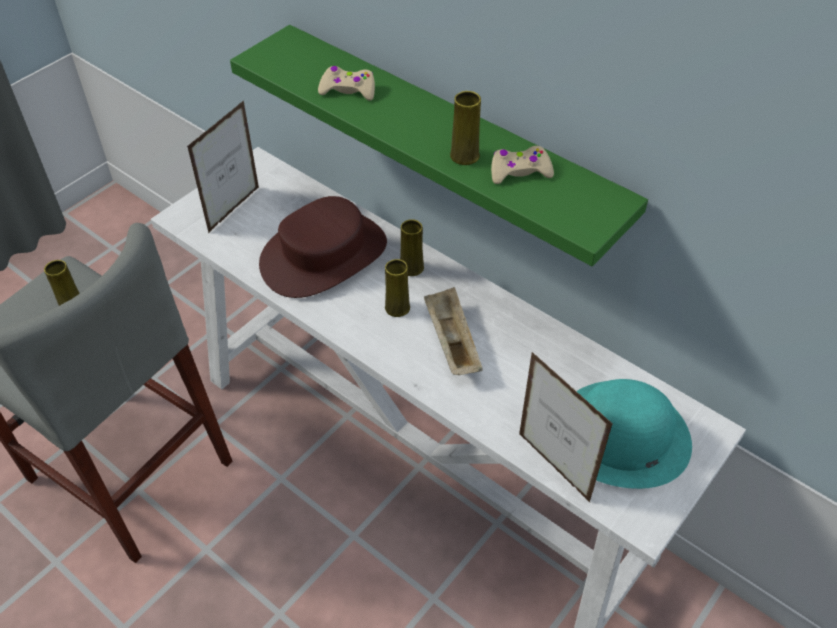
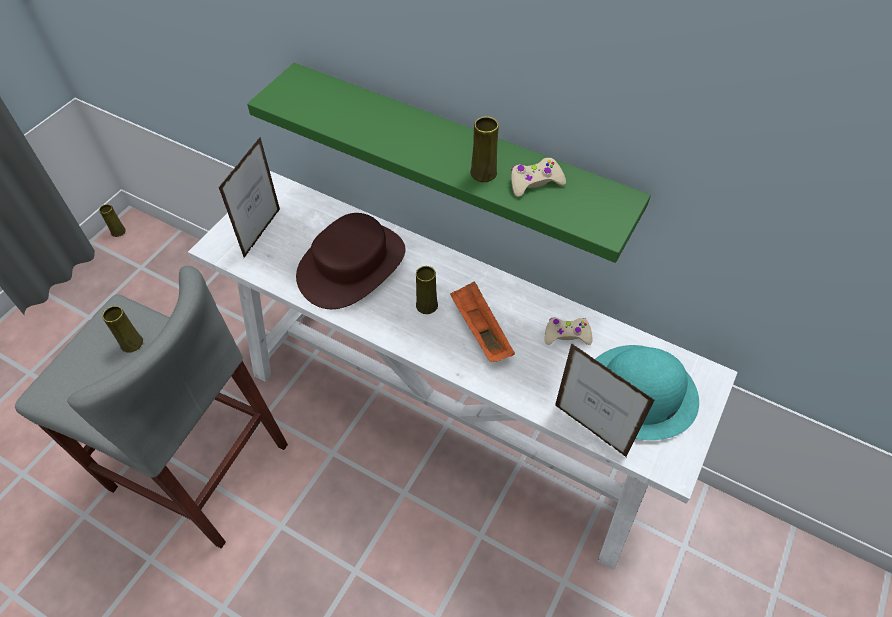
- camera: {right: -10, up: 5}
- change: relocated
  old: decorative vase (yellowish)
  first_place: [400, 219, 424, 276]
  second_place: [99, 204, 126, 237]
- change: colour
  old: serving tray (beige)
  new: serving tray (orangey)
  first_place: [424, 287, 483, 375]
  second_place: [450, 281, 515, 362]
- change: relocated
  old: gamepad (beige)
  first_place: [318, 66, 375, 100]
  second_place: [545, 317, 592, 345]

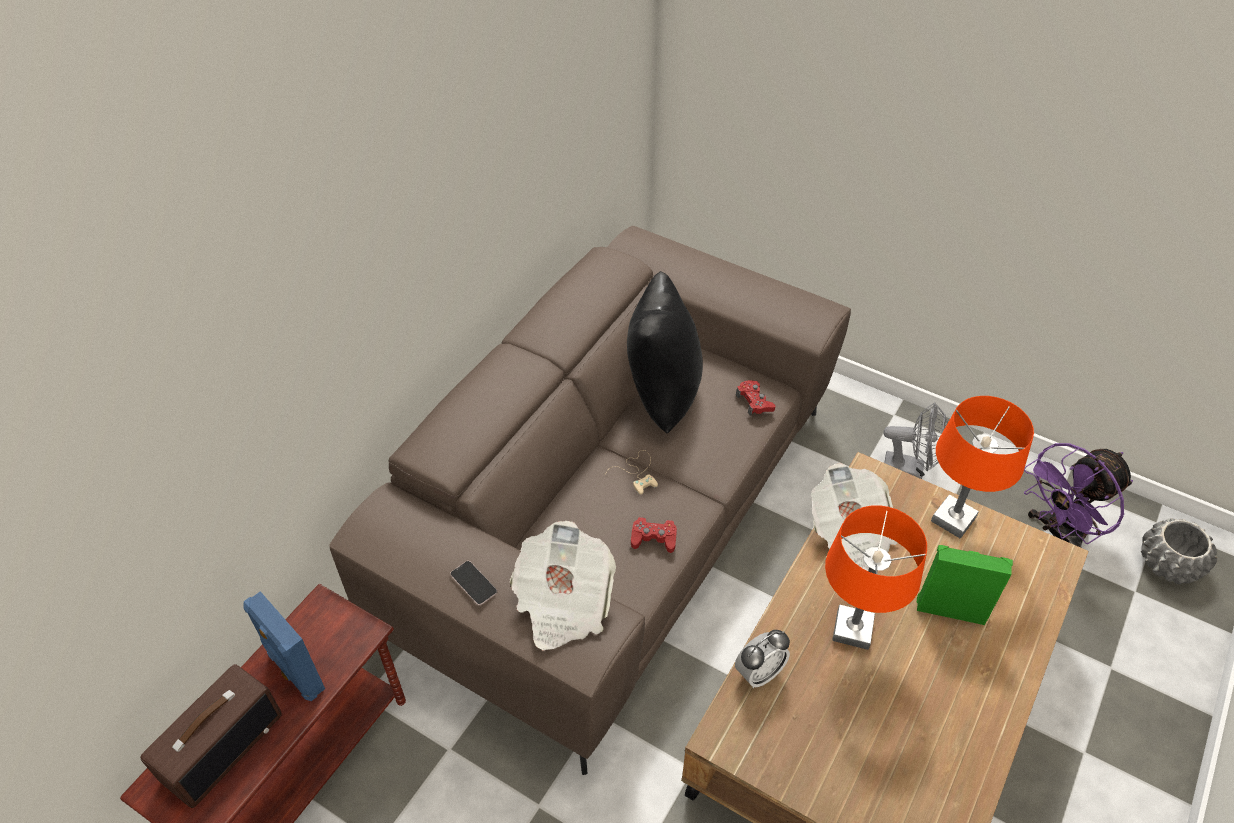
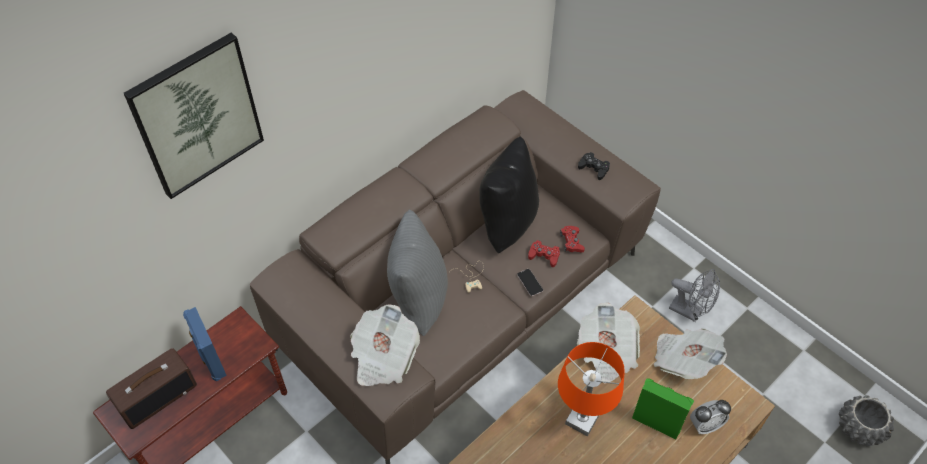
- camera: {right: 15, up: 5}
- change: appeared
  new: wall picture
  second_place: [124, 33, 264, 199]
- change: appeared
  new: throw pillow (gray)
  second_place: [387, 210, 448, 336]
- change: relocated
  old: handset
  first_place: [450, 561, 497, 605]
  second_place: [517, 269, 543, 296]
- change: relocated
  old: gamepad (red-coloured)
  first_place: [631, 517, 677, 553]
  second_place: [528, 240, 560, 267]
- change: appeared
  new: gamepad (blackish)
  second_place: [578, 152, 610, 180]
- change: exchanged
  old: lamp for a table (orangey)
  new: daily paper
  first_place: [931, 396, 1034, 539]
  second_place: [654, 329, 727, 379]
- change: relocated
  old: table clock
  first_place: [735, 630, 790, 688]
  second_place: [690, 400, 731, 434]
- change: missing
  old: cooling fan (purple-coloured)
  first_place: [1024, 443, 1133, 548]

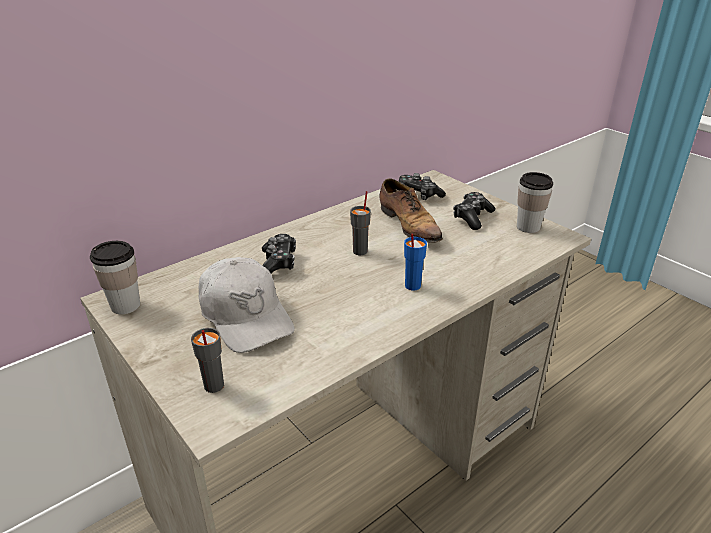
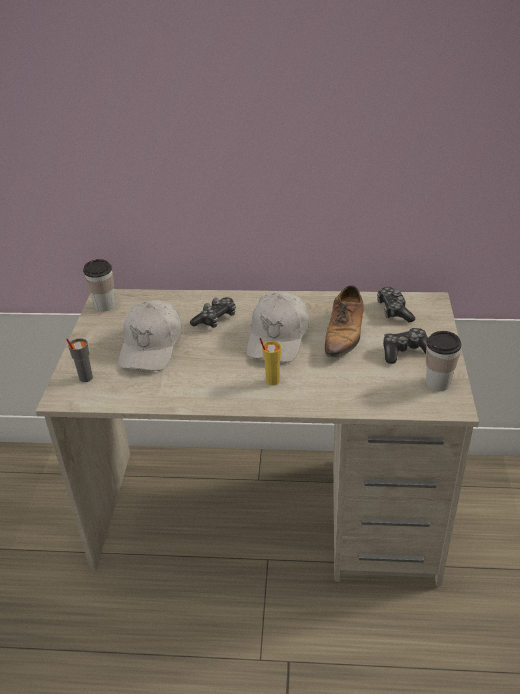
- camera: {right: 45, up: 5}
- change: exchanged
  old: cup (gray)
  new: cap (white)
  first_place: [350, 191, 371, 255]
  second_place: [246, 292, 309, 362]
- change: colour
  old: cup (blue-coloured)
  new: cup (yellowish)
  first_place: [404, 233, 427, 290]
  second_place: [259, 338, 281, 386]

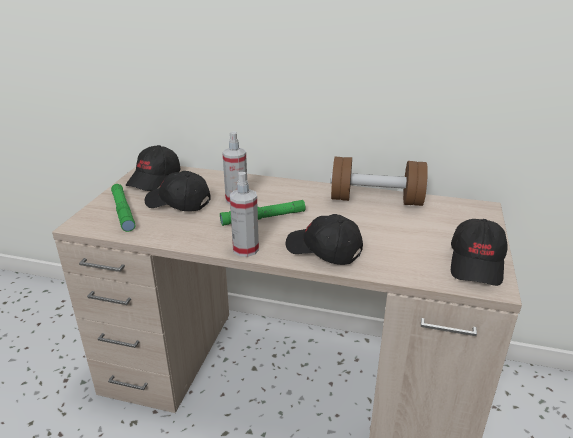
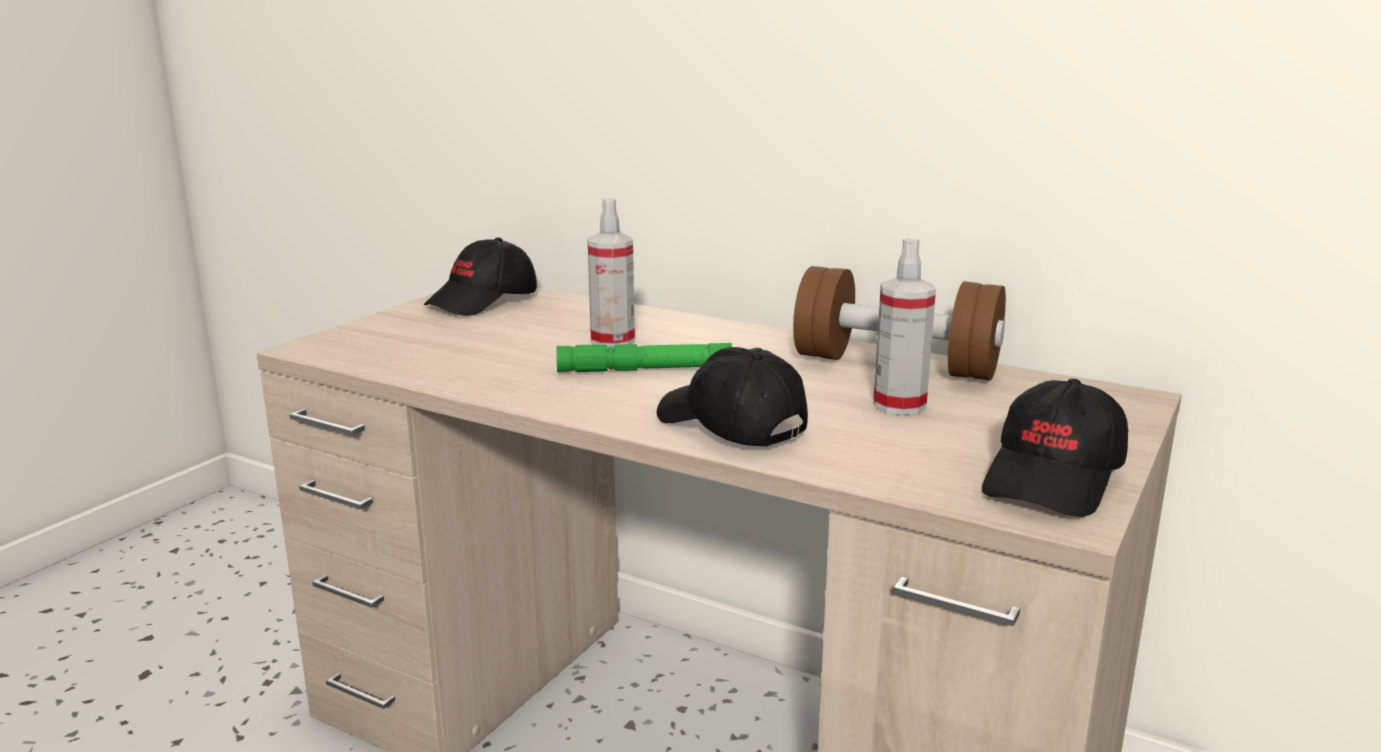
- camera: {right: 15, up: -10}
- change: relocated
  old: spray bottle
  first_place: [230, 172, 259, 257]
  second_place: [873, 238, 936, 415]
- change: missing
  old: torch (green-coloured)
  first_place: [111, 184, 135, 232]
- change: missing
  old: cap (blackish)
  first_place: [145, 171, 211, 211]

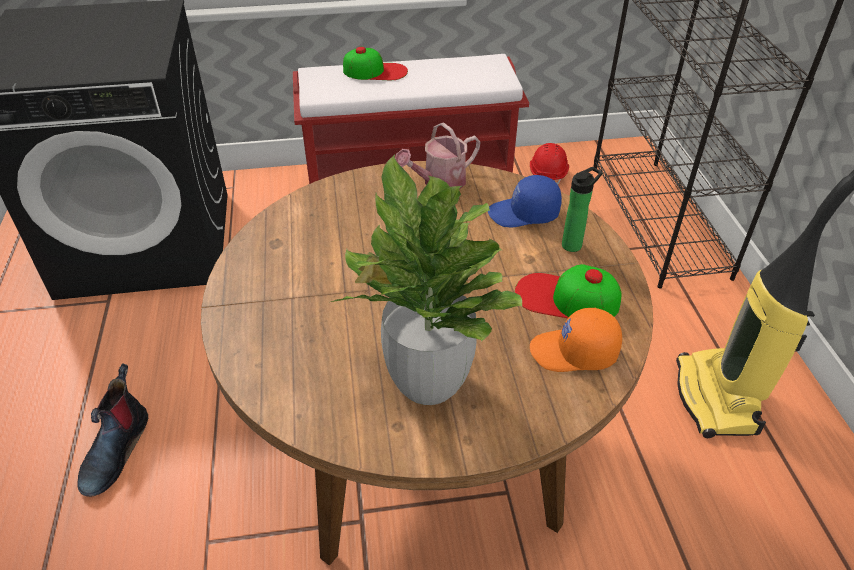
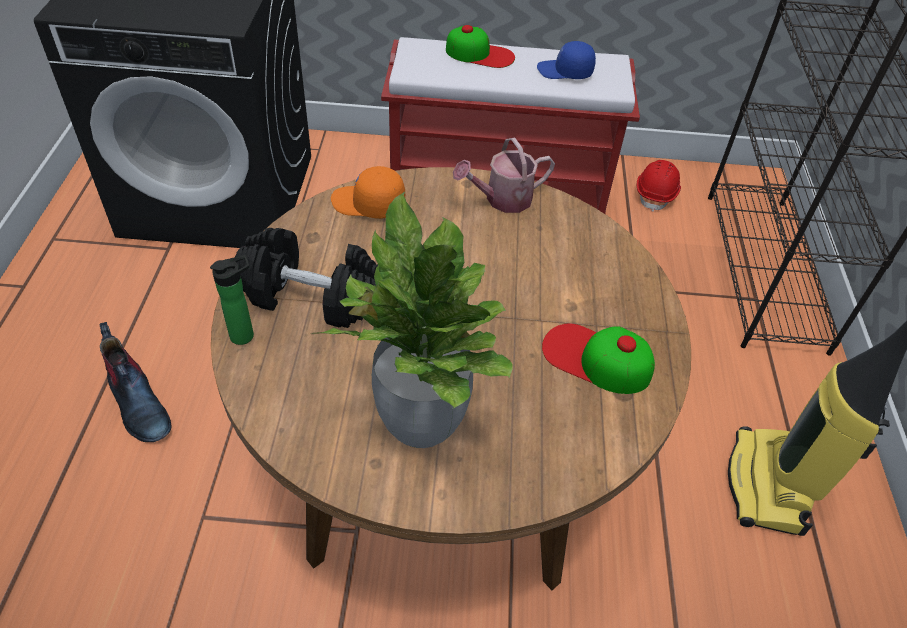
- camera: {right: 10, up: 5}
- change: spun
  old: tall boot
  first_place: [77, 363, 148, 497]
  second_place: [99, 322, 171, 442]
  degrees: -60
- change: relocated
  old: bottle
  first_place: [562, 167, 602, 252]
  second_place: [210, 255, 254, 345]
- change: appeared
  new: hand weight (blackish)
  second_place: [235, 228, 378, 328]
- change: relocated
  old: cap (orangey)
  first_place: [530, 308, 622, 372]
  second_place: [331, 166, 405, 219]
- change: relocated
  old: cap (blue-coloured)
  first_place: [488, 175, 562, 228]
  second_place: [537, 41, 596, 79]

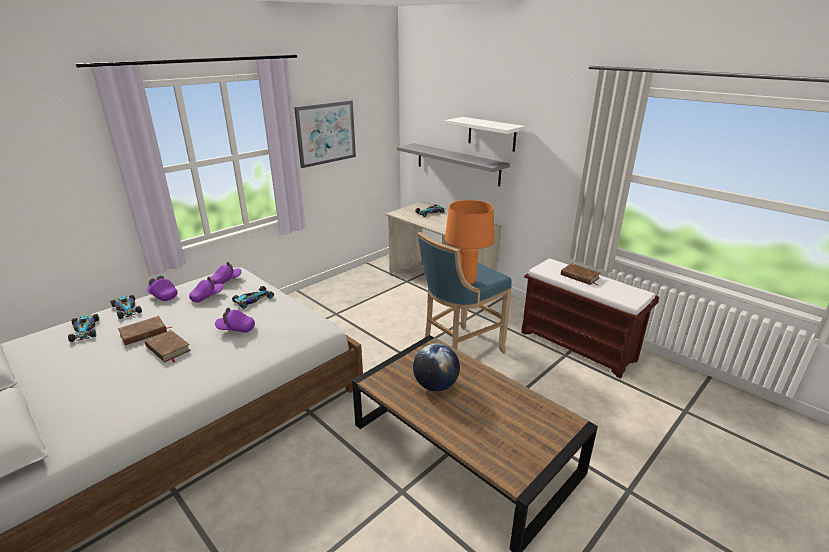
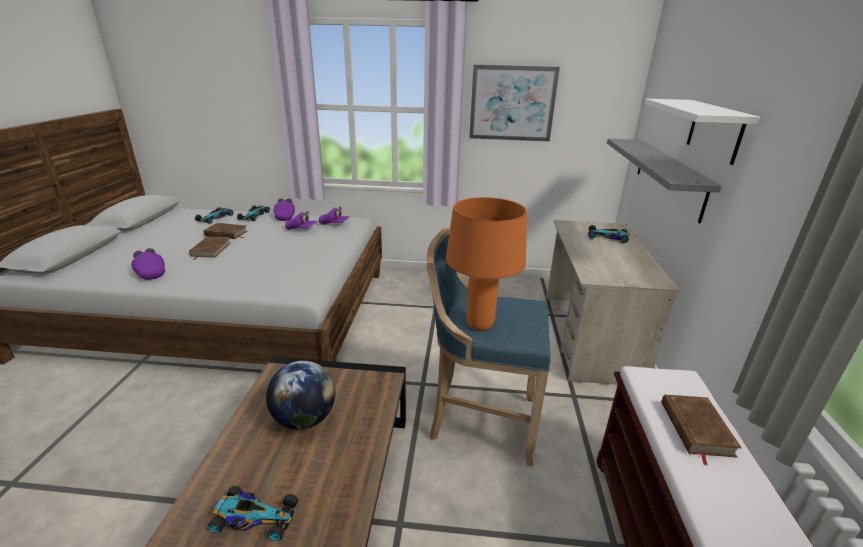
- camera: {right: 50, up: 0}
- change: relocated
  old: cap (purple-coloured)
  first_place: [215, 308, 255, 333]
  second_place: [131, 248, 165, 280]
- change: relocated
  old: miniature car
  first_place: [232, 286, 274, 309]
  second_place: [208, 486, 299, 541]

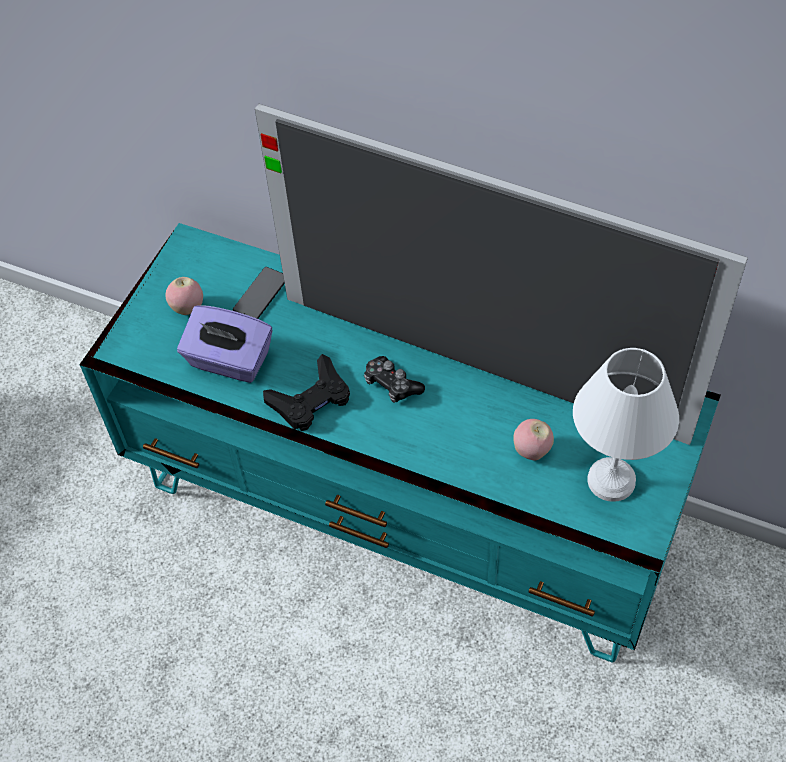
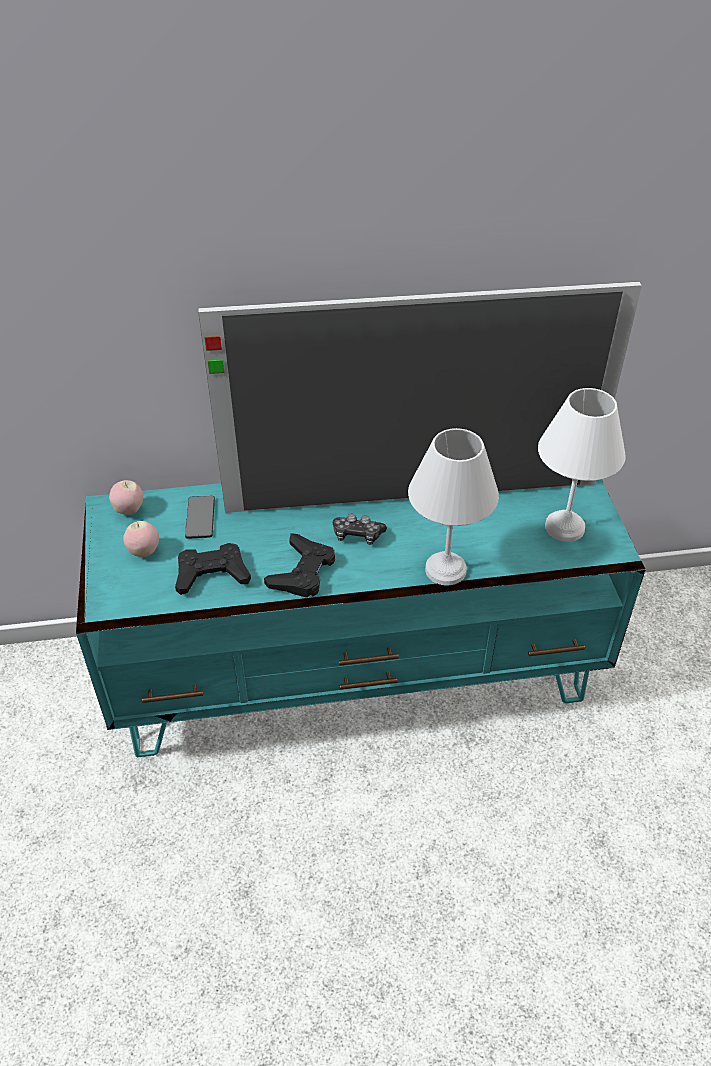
- camera: {right: -35, up: -10}
- change: relocated
  old: apple fruit
  first_place: [513, 419, 554, 460]
  second_place: [109, 480, 143, 515]
- change: exchanged
  old: tissue box (purple-coloured)
  new: gamepad (blackish)
  first_place: [177, 306, 272, 383]
  second_place: [175, 543, 251, 595]
- change: appeared
  new: lamp for a table (white)
  second_place: [408, 428, 499, 586]

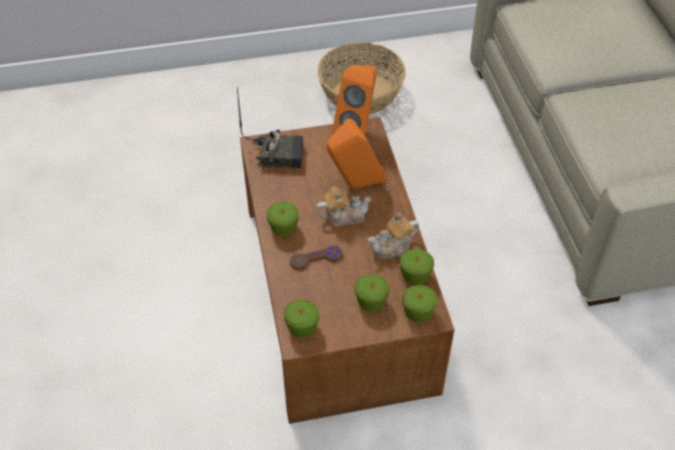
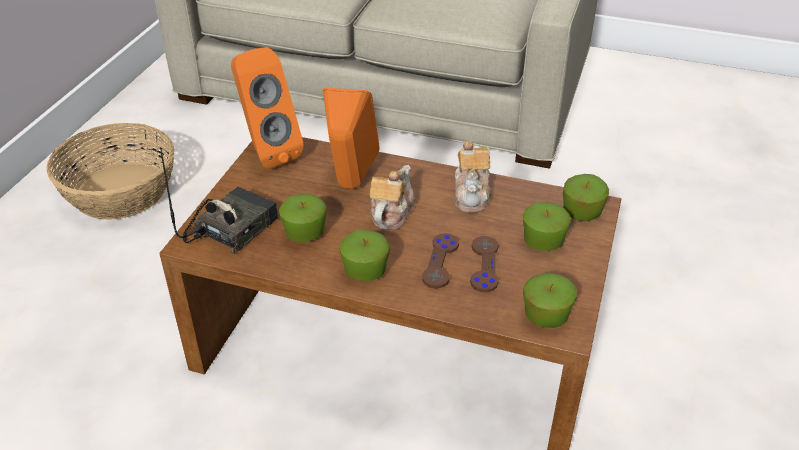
- camera: {right: -60, up: -10}
- change: relocated
  old: apple fruit
  first_place: [400, 249, 434, 285]
  second_place: [279, 194, 327, 242]
- change: appeared
  new: gamepad (brown-coloured)
  second_place: [470, 236, 499, 292]

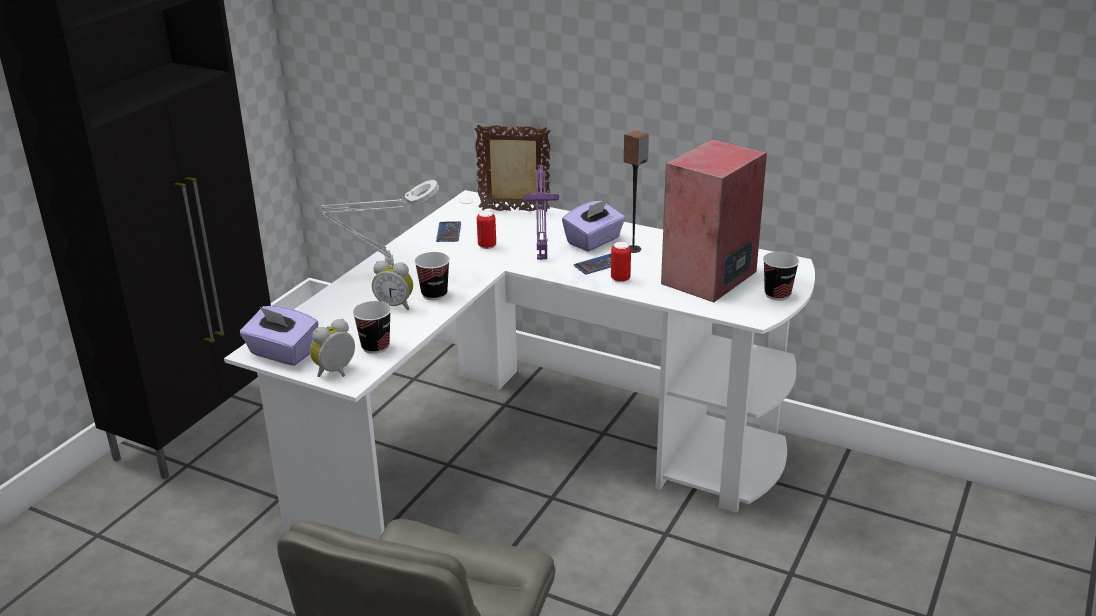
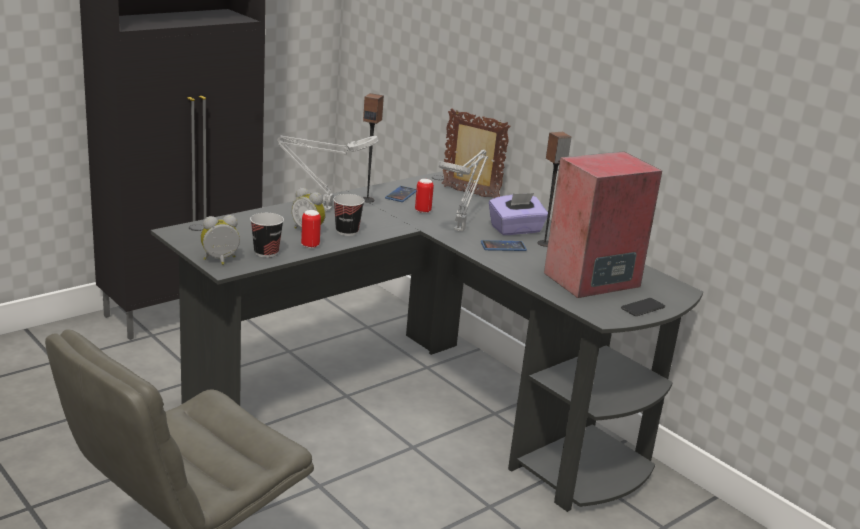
- camera: {right: 20, up: -5}
- change: colour
  old: desk (white)
  new: desk (blackish)
  first_place: [224, 190, 815, 539]
  second_place: [151, 171, 703, 512]
- change: relocated
  old: can
  first_place: [611, 242, 631, 282]
  second_place: [301, 210, 321, 248]
- change: appeared
  new: speaker
  second_place: [362, 93, 384, 203]
- change: colour
  old: lamp for a table (purple-coloured)
  new: lamp for a table (gray)
  first_place: [523, 165, 559, 260]
  second_place: [439, 150, 488, 232]
- change: exchanged
  old: cup
  new: handset
  first_place: [763, 252, 799, 301]
  second_place: [621, 298, 665, 316]
- change: missing
  old: tissue box (purple-coloured)
  first_place: [240, 306, 318, 366]

